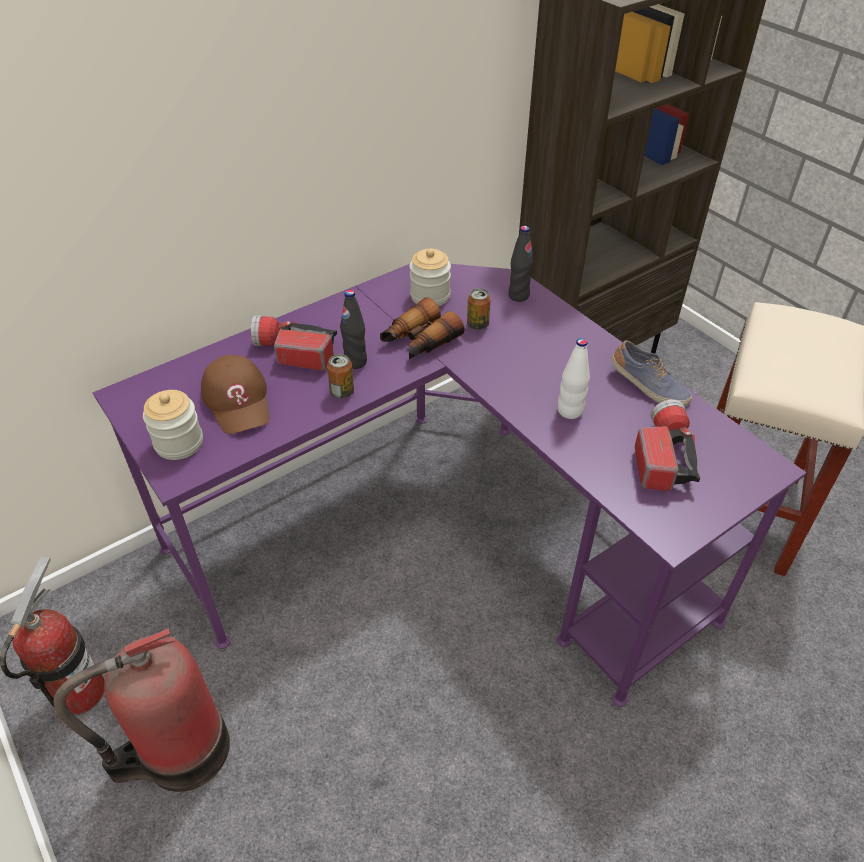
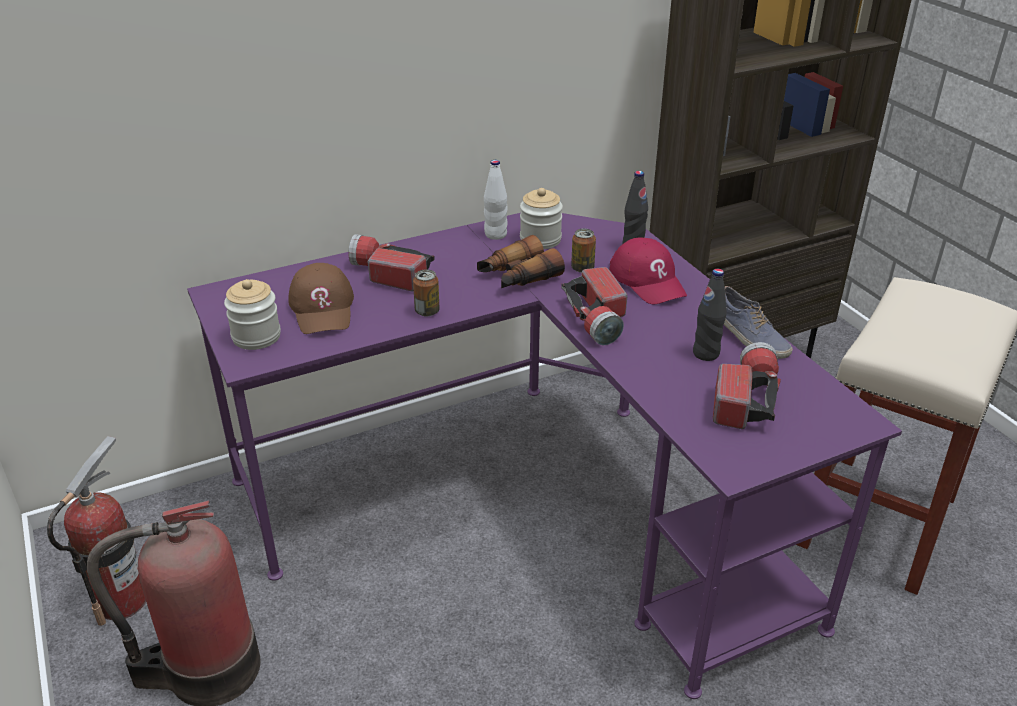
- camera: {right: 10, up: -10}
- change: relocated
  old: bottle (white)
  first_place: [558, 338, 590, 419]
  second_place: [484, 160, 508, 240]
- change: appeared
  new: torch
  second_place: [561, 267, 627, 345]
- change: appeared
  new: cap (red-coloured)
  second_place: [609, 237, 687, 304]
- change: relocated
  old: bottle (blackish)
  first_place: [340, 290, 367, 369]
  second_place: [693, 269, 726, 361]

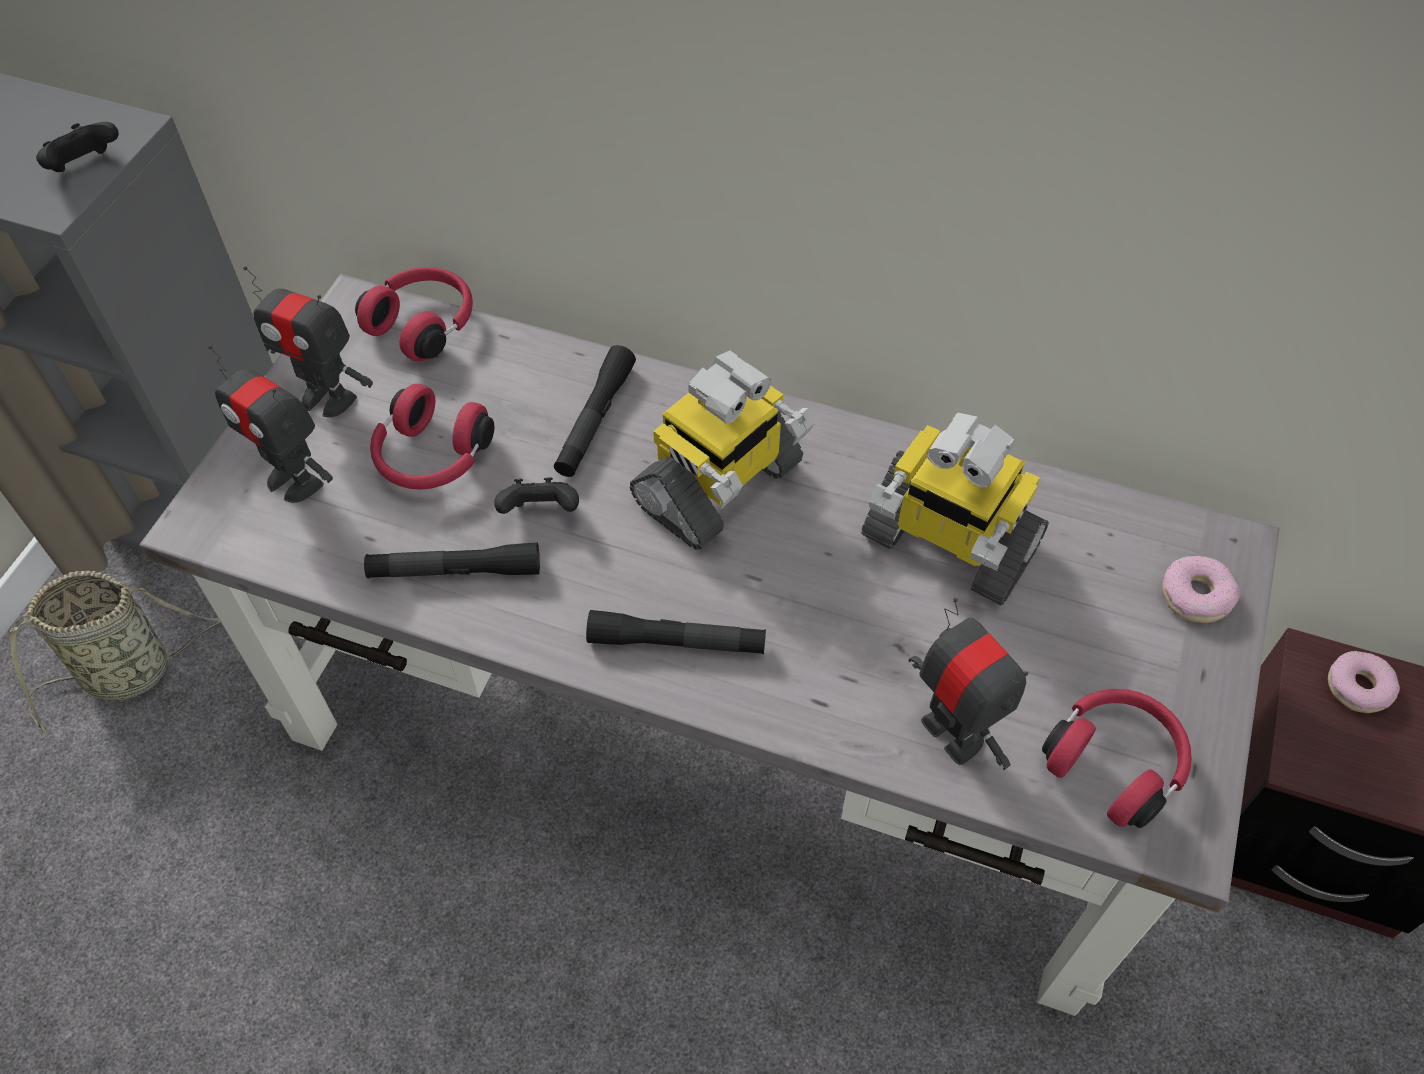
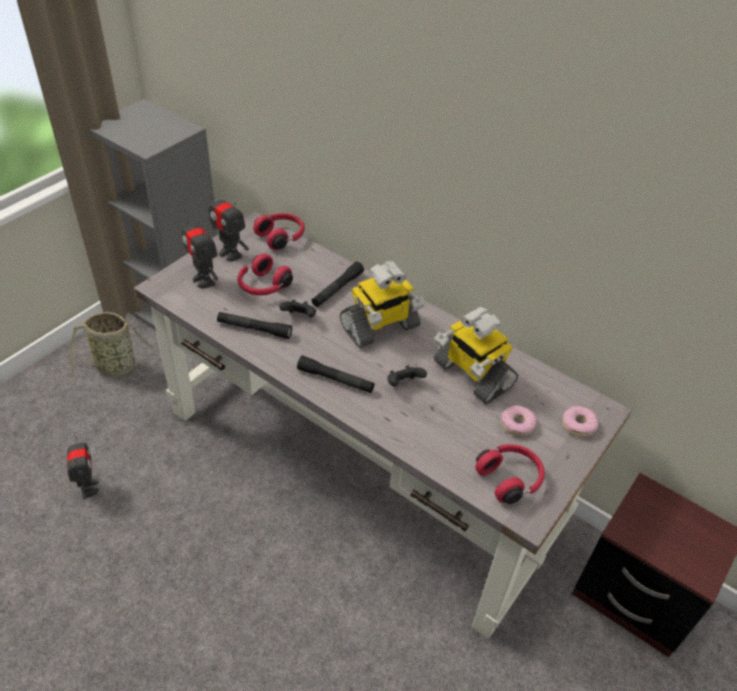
- camera: {right: 15, up: -10}
- change: relocated
  old: toy robot
  first_place: [909, 598, 1029, 770]
  second_place: [67, 432, 99, 500]
- change: relocated
  old: gamepad (blackish)
  first_place: [36, 122, 119, 172]
  second_place: [387, 365, 427, 387]
- change: relocated
  old: donut
  first_place: [1328, 651, 1400, 713]
  second_place: [501, 405, 537, 436]

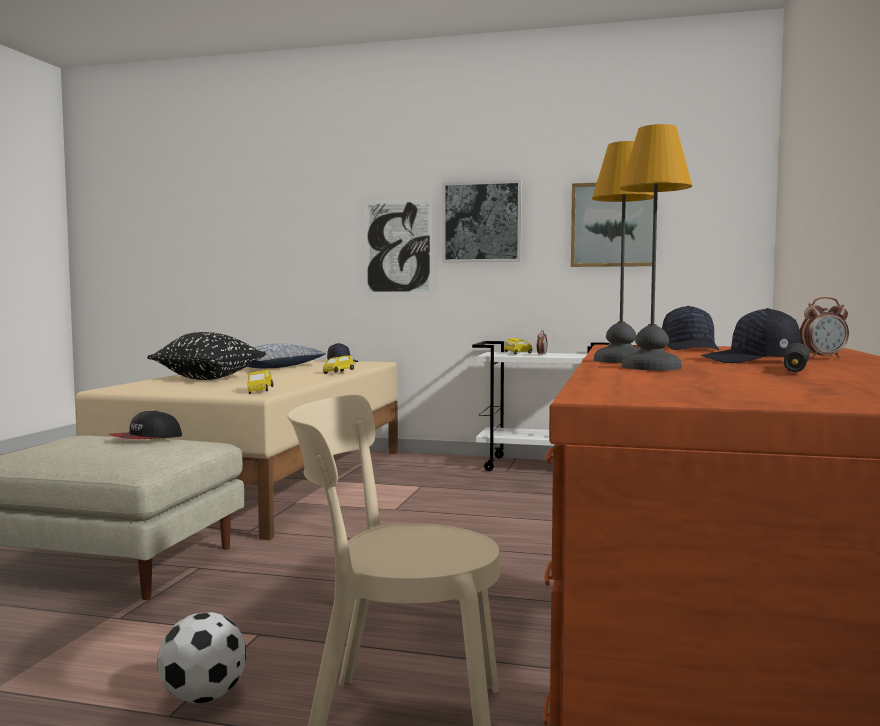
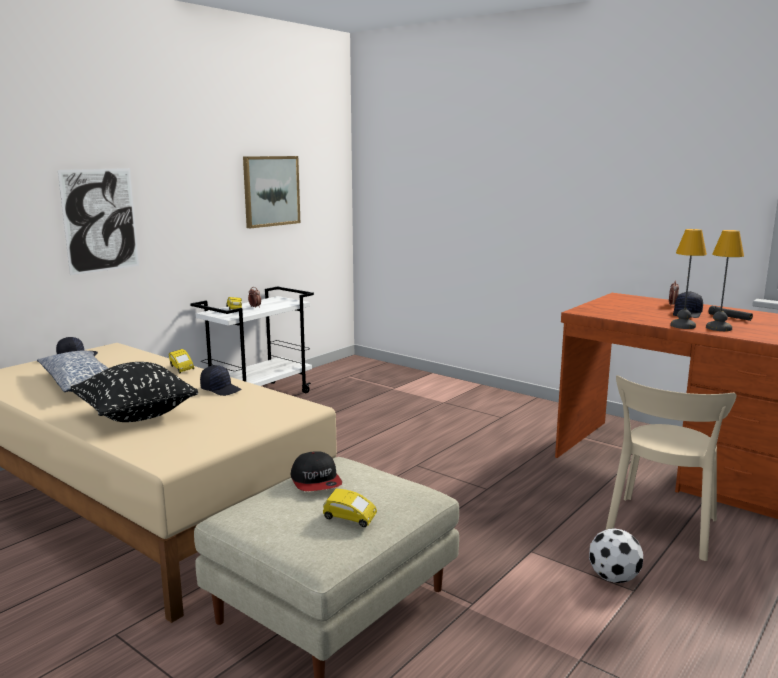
- camera: {right: -65, up: 10}
- change: relocated
  old: cap (blackish)
  first_place: [662, 306, 719, 350]
  second_place: [200, 365, 241, 396]
- change: relocated
  old: miniature car (yellowish)
  first_place: [248, 369, 273, 394]
  second_place: [323, 489, 377, 527]
- change: missing
  old: wall picture
  first_place: [442, 180, 522, 262]

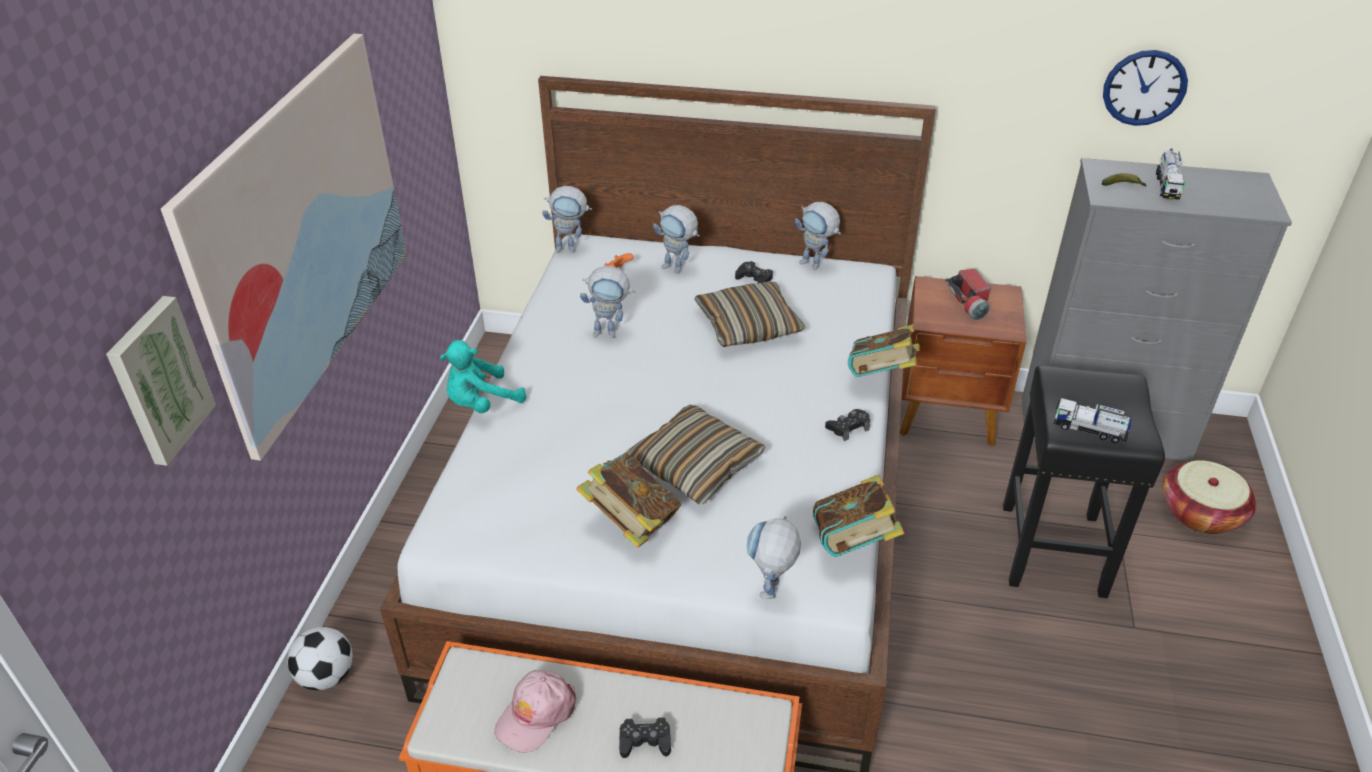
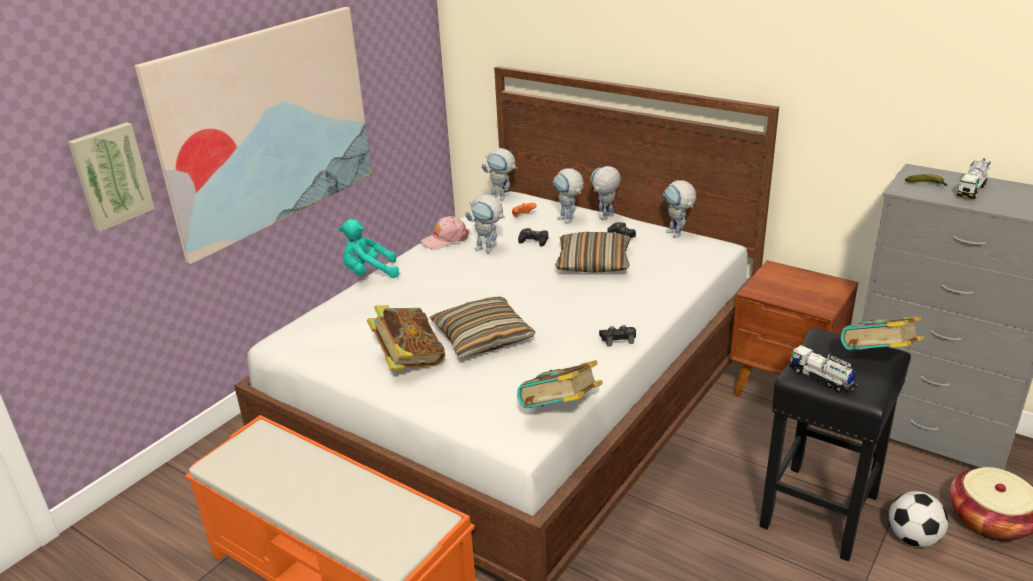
- camera: {right: 25, up: -10}
- change: relocated
  old: cap (pink-coloured)
  first_place: [494, 670, 576, 753]
  second_place: [420, 216, 470, 250]
- change: relocated
  old: gamepad (blackish)
  first_place: [619, 717, 671, 758]
  second_place: [518, 228, 548, 247]
- change: relocated
  old: toy robot
  first_place: [747, 516, 801, 599]
  second_place: [590, 166, 621, 220]
- change: relocated
  old: book
  first_place: [848, 324, 920, 377]
  second_place: [841, 316, 924, 351]
- change: relocated
  old: ball for football
  first_place: [287, 626, 352, 690]
  second_place: [889, 491, 948, 547]
- change: missing
  old: torch
  first_place: [945, 269, 991, 320]
- change: missing
  old: hanging clock
  first_place: [1103, 50, 1188, 126]

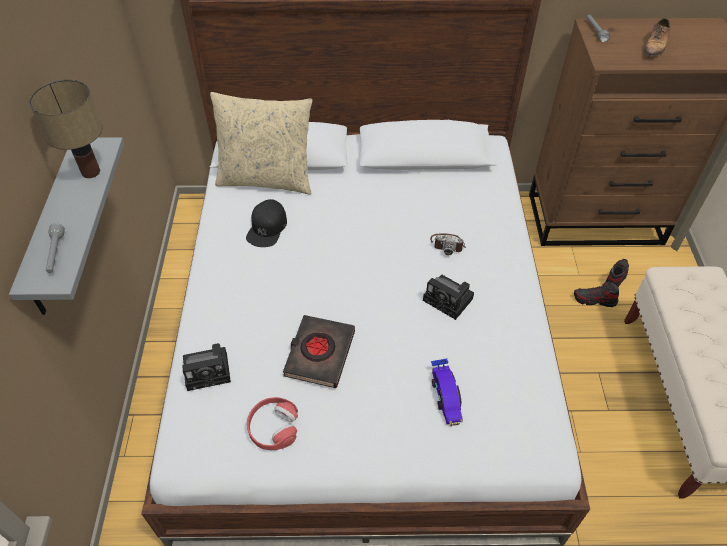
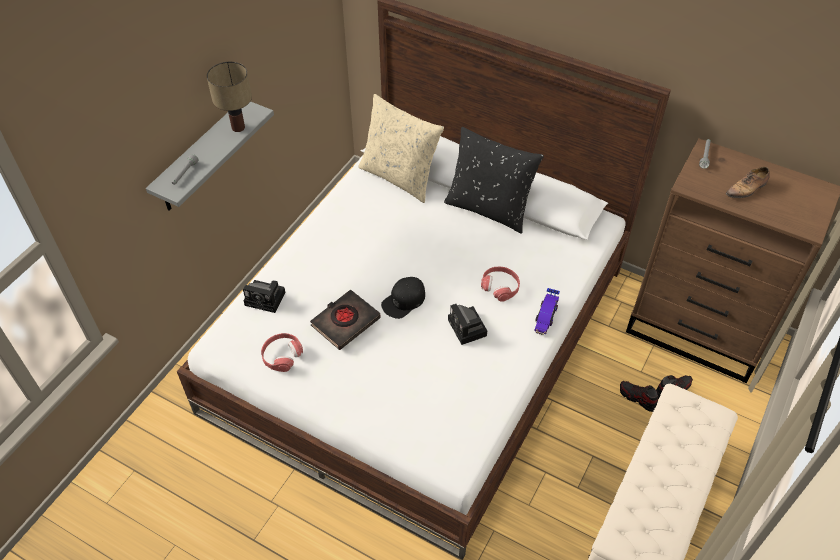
- camera: {right: 30, up: 0}
- change: relocated
  old: cap (blackish)
  first_place: [246, 199, 287, 247]
  second_place: [381, 277, 425, 319]
- change: appeared
  new: throw pillow (blackish)
  second_place: [444, 127, 544, 234]
- change: exchanged
  old: photo camera
  new: pair of headphones (red-coloured)
  first_place: [430, 233, 466, 255]
  second_place: [481, 267, 520, 302]
- change: relocated
  old: miniature car
  first_place: [431, 359, 463, 426]
  second_place: [534, 288, 560, 335]

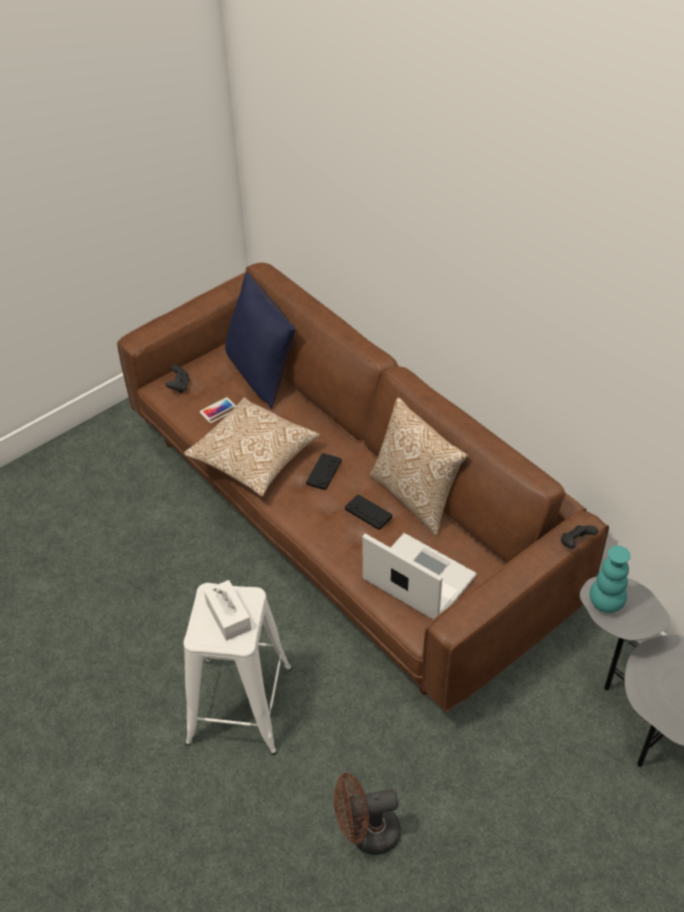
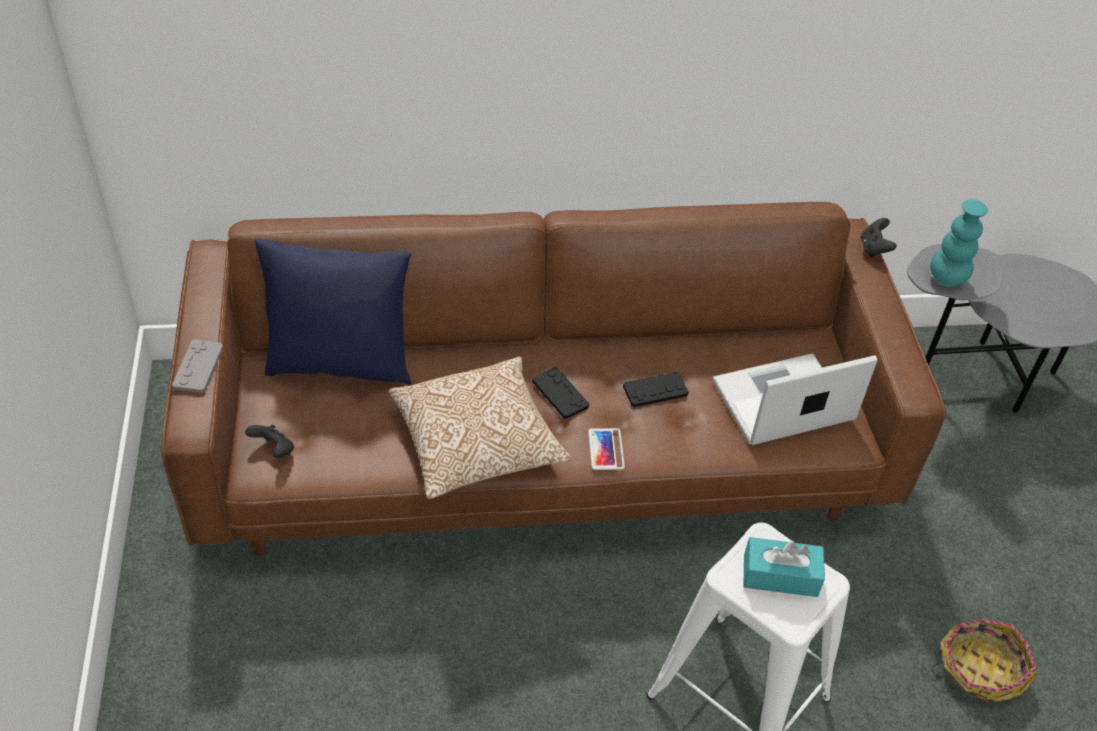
- camera: {right: -60, up: 0}
- change: appeared
  new: gamepad (gray)
  second_place: [172, 339, 224, 393]
- change: relocated
  old: handset
  first_place: [200, 397, 236, 423]
  second_place: [588, 428, 625, 470]
- change: colour
  old: tissue box (white)
  new: tissue box (turquoise-coloured)
  first_place: [204, 580, 251, 641]
  second_place: [743, 537, 825, 597]
- change: exchanged
  old: cooling fan (brown-coloured)
  new: storage basket
  first_place: [334, 773, 401, 855]
  second_place: [932, 619, 1037, 702]
- change: missing
  old: throw pillow
  first_place: [370, 398, 468, 536]

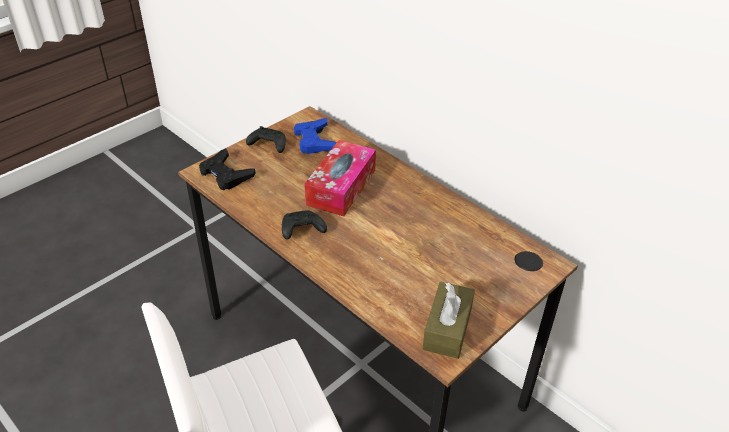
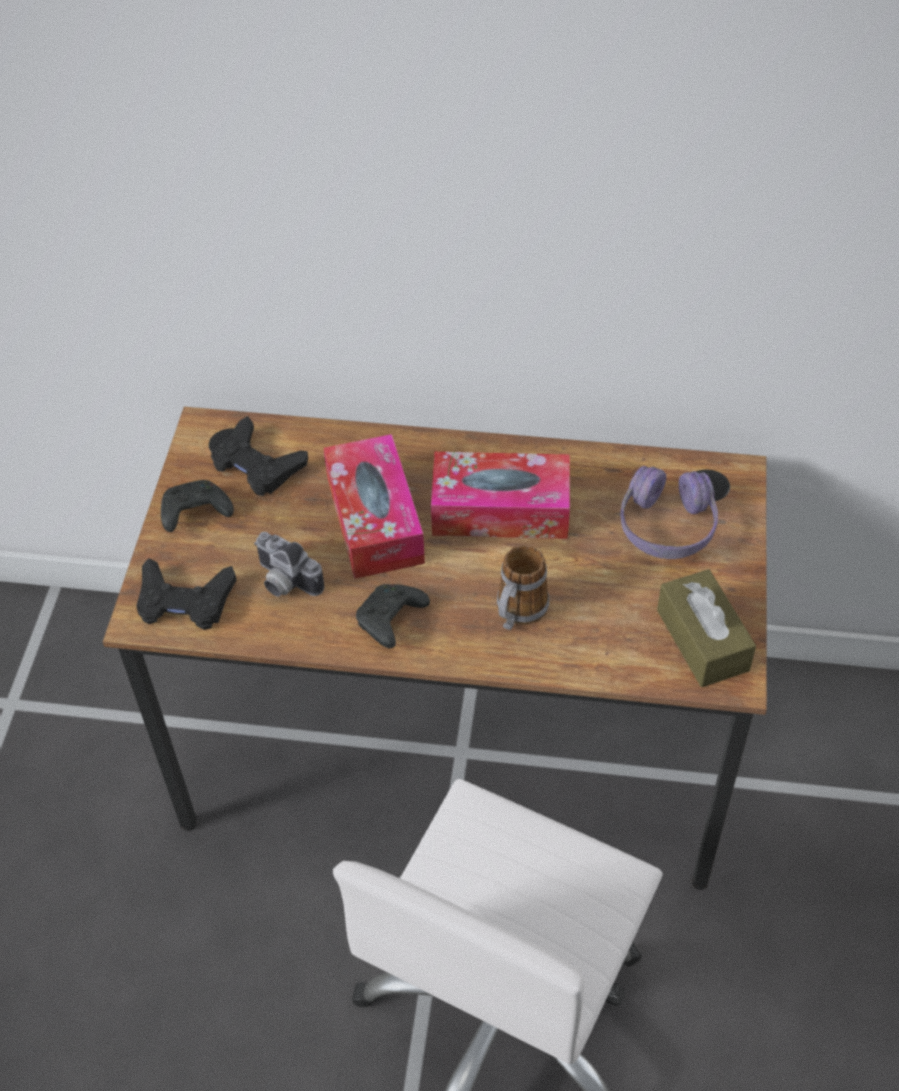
- camera: {right: -35, up: 10}
- change: colour
  old: gamepad (blue-coloured)
  new: gamepad (blackish)
  first_place: [294, 118, 337, 154]
  second_place: [211, 416, 308, 496]
- change: appeared
  new: photo camera
  second_place: [254, 532, 324, 597]
- change: appeared
  new: tissue box
  second_place: [431, 452, 570, 539]
- change: appeared
  new: tea mug
  second_place: [497, 545, 549, 630]
- change: appeared
  new: pair of headphones (purple-coloured)
  second_place: [620, 466, 718, 559]

